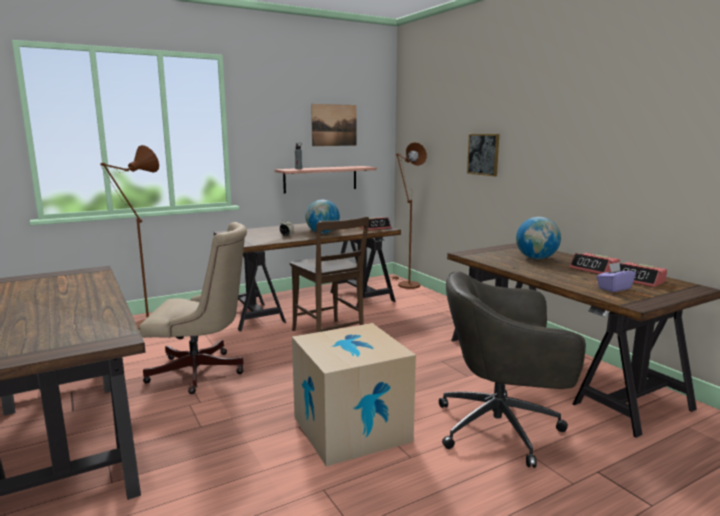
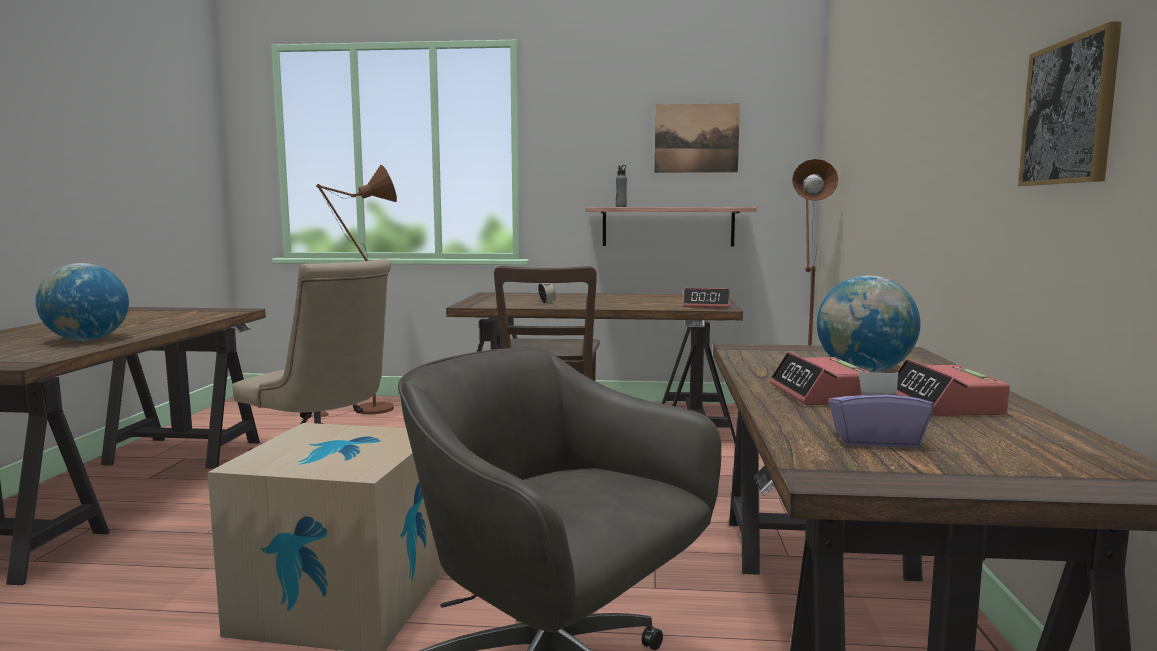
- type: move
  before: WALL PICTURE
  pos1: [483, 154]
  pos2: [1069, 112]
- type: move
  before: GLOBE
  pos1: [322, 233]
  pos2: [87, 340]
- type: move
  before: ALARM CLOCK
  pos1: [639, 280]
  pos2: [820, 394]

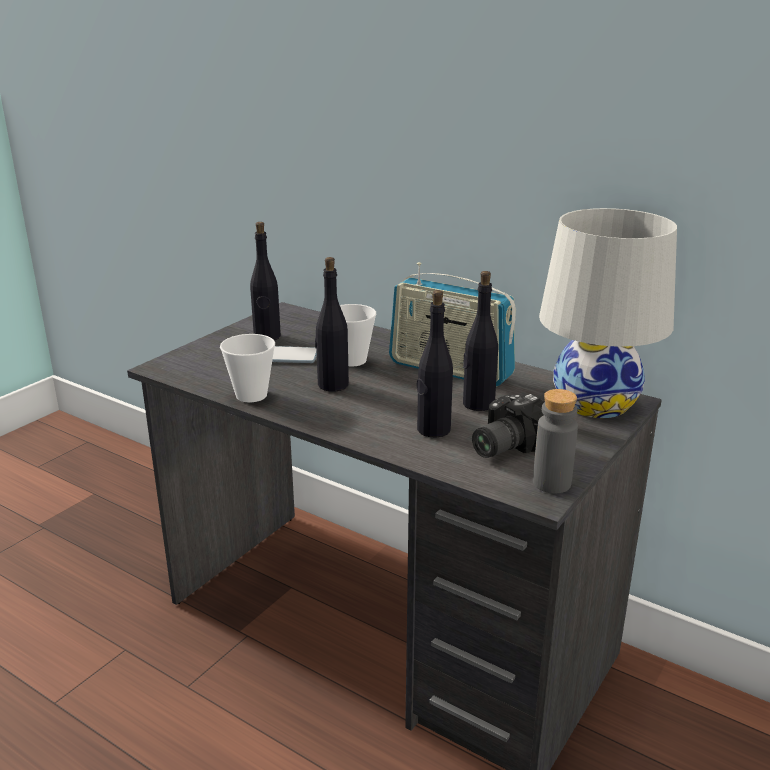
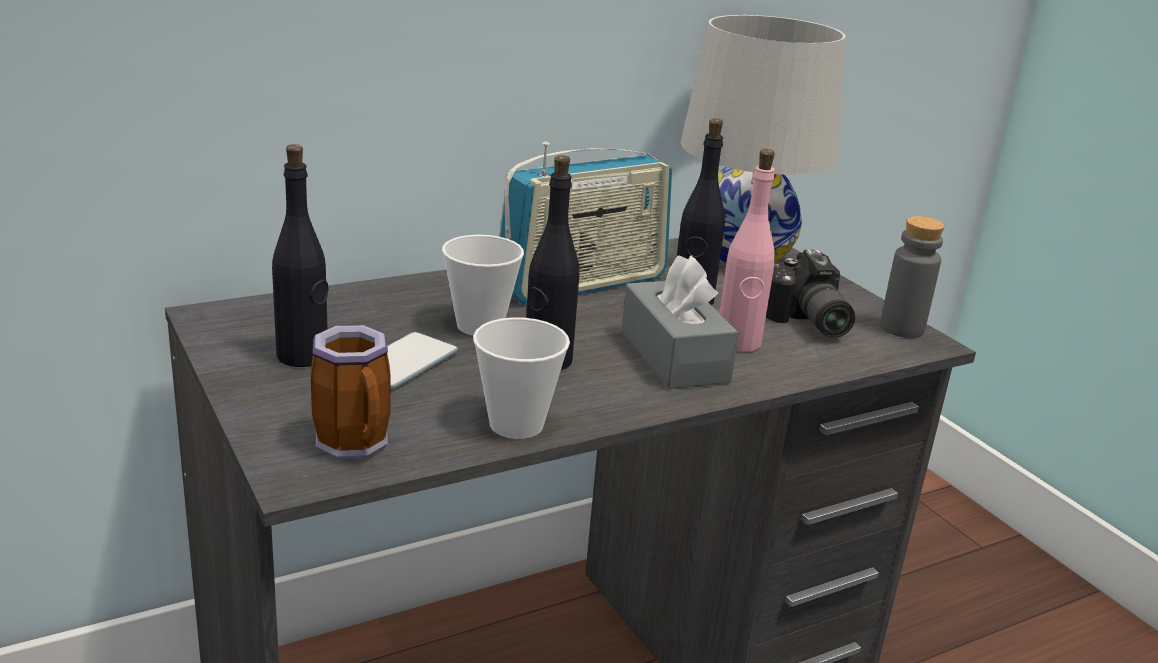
- type: recolor
  before: BLACK-COLOURED DRINK BOTTLE
  after: PINK-COLOURED DRINK BOTTLE
  pos1: [433, 430]
  pos2: [738, 343]
- type: insert
  after: GRAY TISSUE BOX
  pos2: [674, 356]
- type: insert
  after: MUG
  pos2: [358, 445]

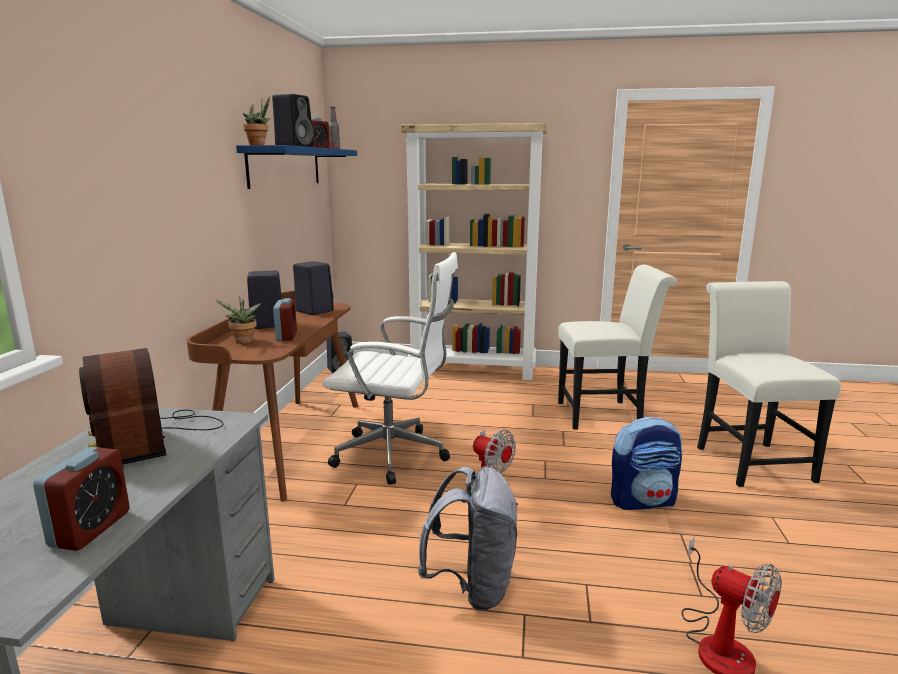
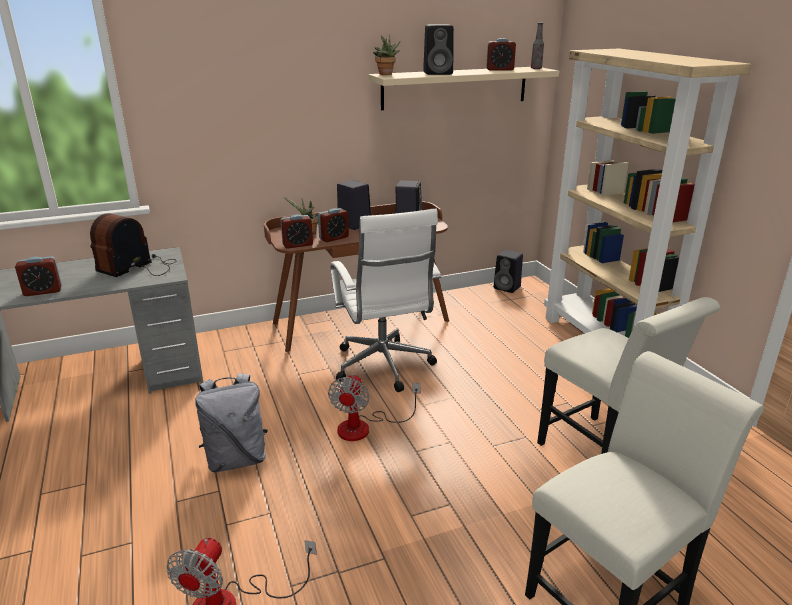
- type: recolor
  before: BLUE BRACKET SHELF
  after: SAND-COLOURED BRACKET SHELF
  pos1: [285, 167]
  pos2: [455, 87]
- type: delete
  before: KNAPSACK
  pos1: [643, 501]
- type: insert
  after: ALARM CLOCK
  pos2: [297, 245]

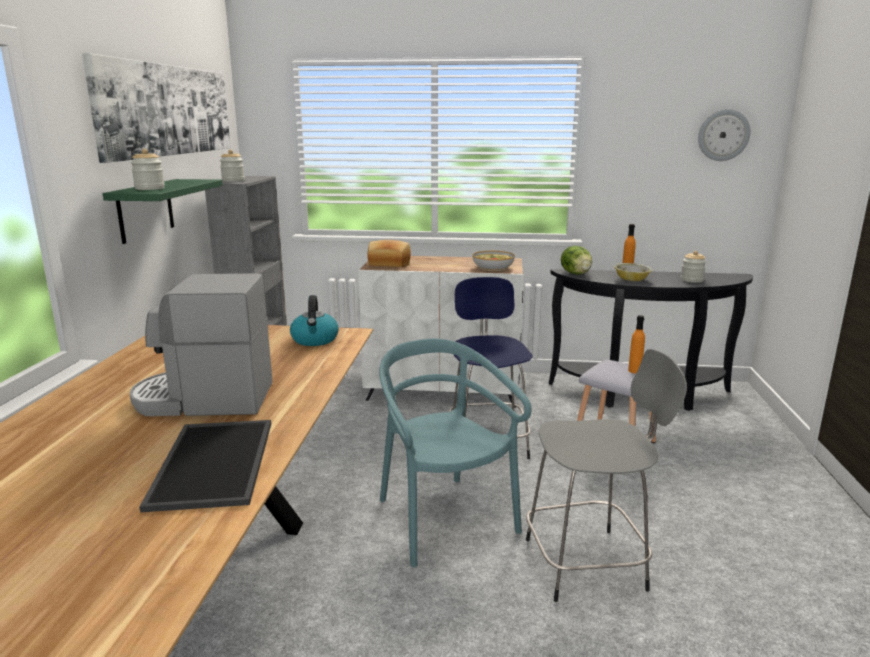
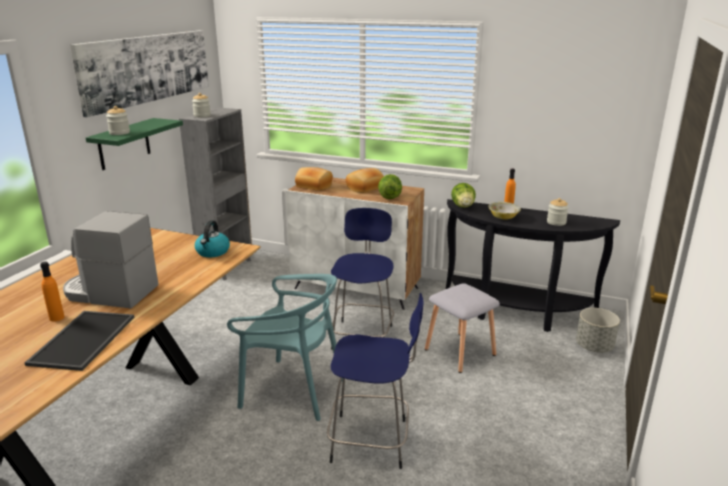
- type: delete
  before: WALL CLOCK
  pos1: [723, 135]
- type: replace
  before: SERVING BOWL
  after: LETTUCE HEAD
  pos1: [493, 268]
  pos2: [389, 197]
- type: move
  before: ORANGE DRINK BOTTLE
  pos1: [634, 371]
  pos2: [56, 318]
- type: rotate
  before: TURQUOISE-COLOURED UPRIGHT CHAIR
  pos1: [444, 519]
  pos2: [293, 391]
  turn: 120
- type: recolor
  before: GRAY STOOL
  after: BLUE STOOL
  pos1: [589, 563]
  pos2: [373, 441]
- type: insert
  after: BREAD
  pos2: [365, 188]
- type: insert
  after: GRAY PLANT POT
  pos2: [594, 347]

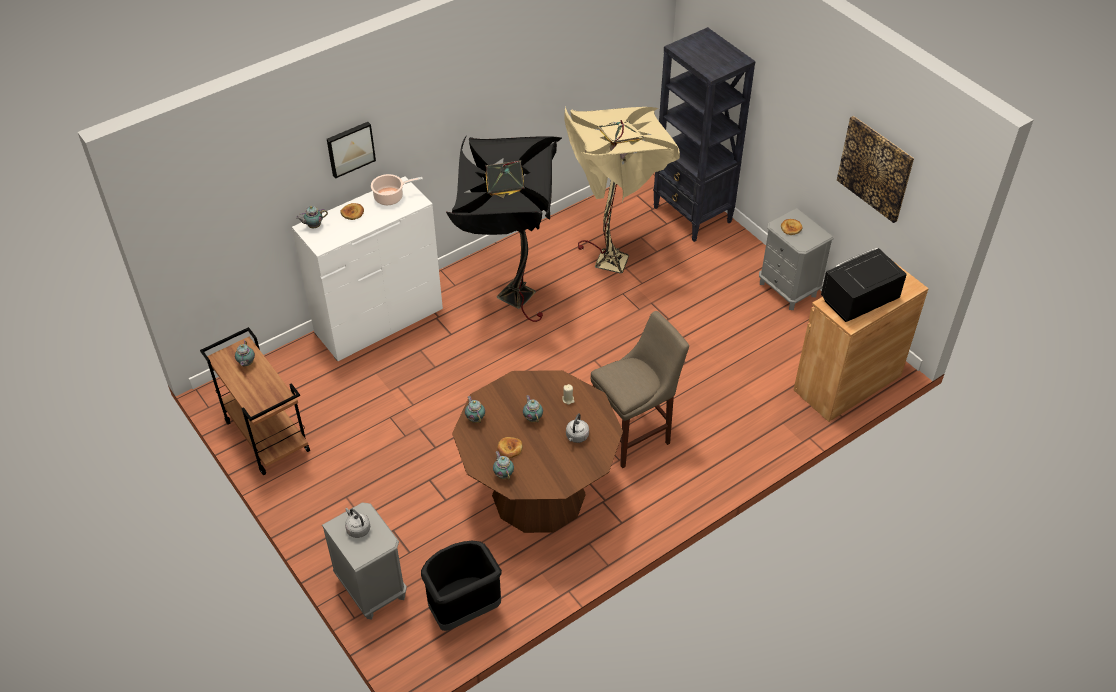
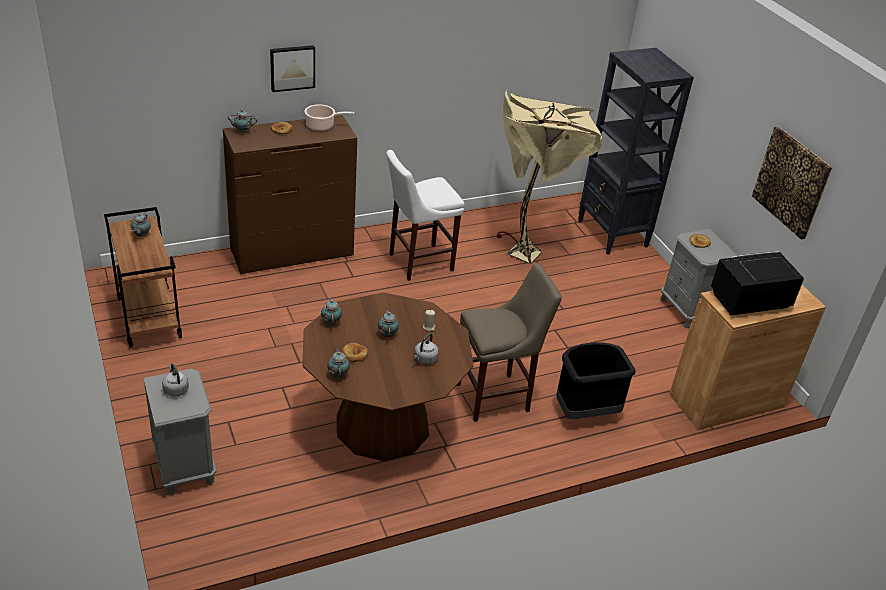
- type: replace
  before: BLACK-COLOURED FLOOR LAMP
  after: WHITISH STOOL
  pos1: [509, 300]
  pos2: [417, 262]
- type: recolor
  before: WHITISH DRESSER
  after: BROWN DRESSER
  pos1: [379, 321]
  pos2: [292, 253]
- type: move
  before: BLACK-COLOURED RUBBISH BIN
  pos1: [463, 609]
  pos2: [584, 412]

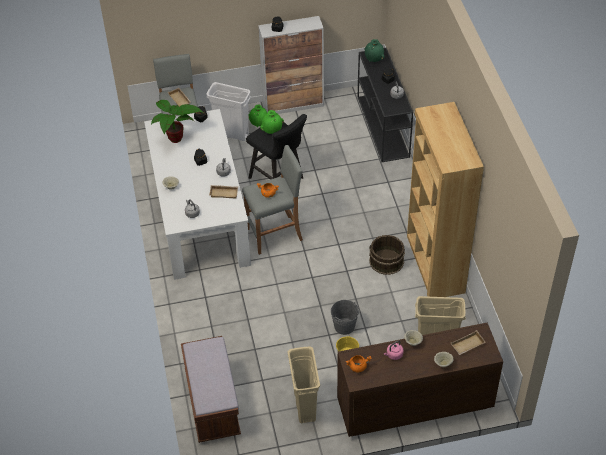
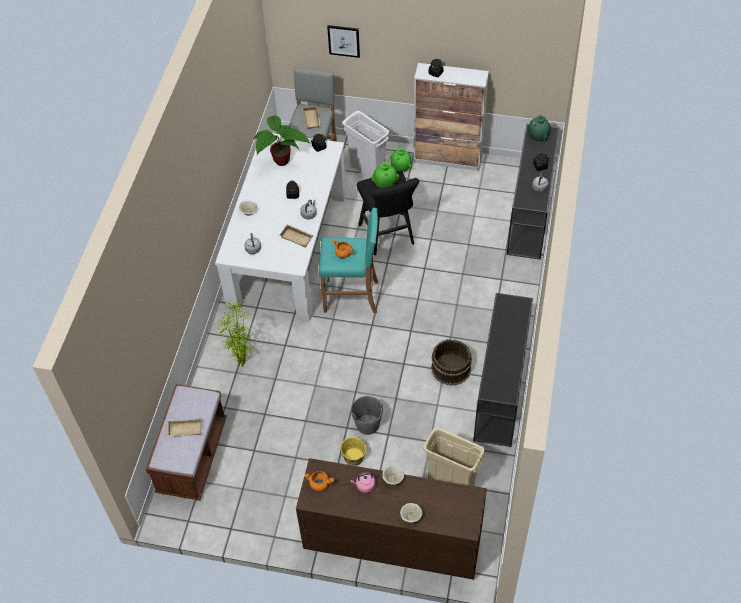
- type: replace
  before: BROWN BOOKCASE
  after: BLACK-COLOURED CONSOLE TABLE
  pos1: [434, 264]
  pos2: [500, 391]
- type: recolor
  before: GRAY STOOL
  after: TURQUOISE-COLOURED STOOL
  pos1: [275, 234]
  pos2: [352, 296]
- type: move
  before: SAND-COLOURED TRAY
  pos1: [467, 345]
  pos2: [184, 430]
- type: delete
  before: SAND-COLOURED RUBBISH BIN
  pos1: [304, 406]
- type: insert
  after: WALL PICTURE
  pos2: [344, 41]
- type: insert
  after: HOUSEPLANT
  pos2: [243, 363]

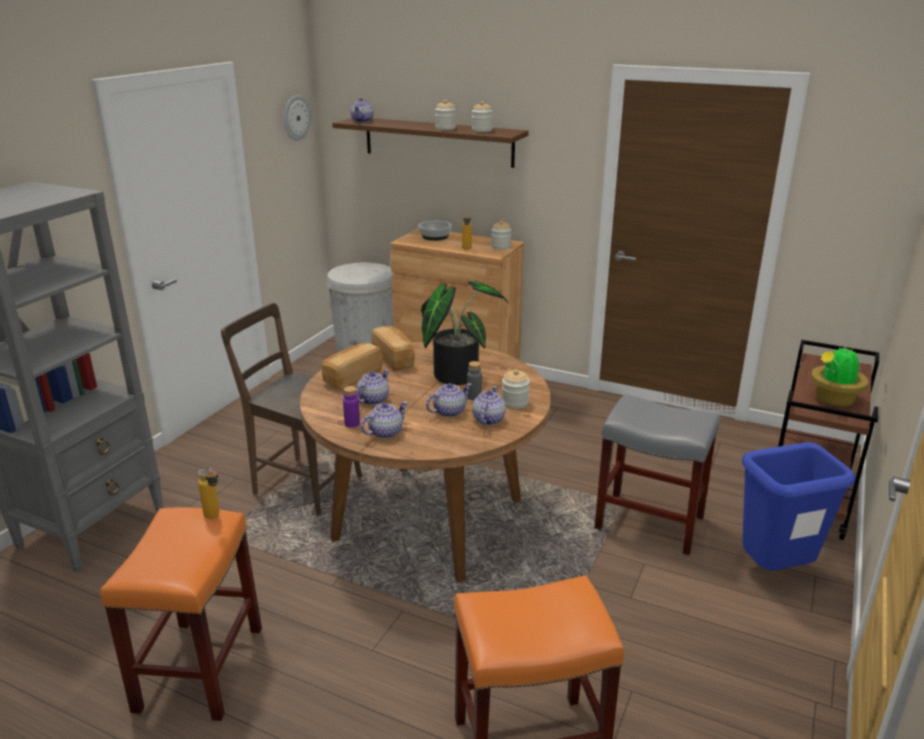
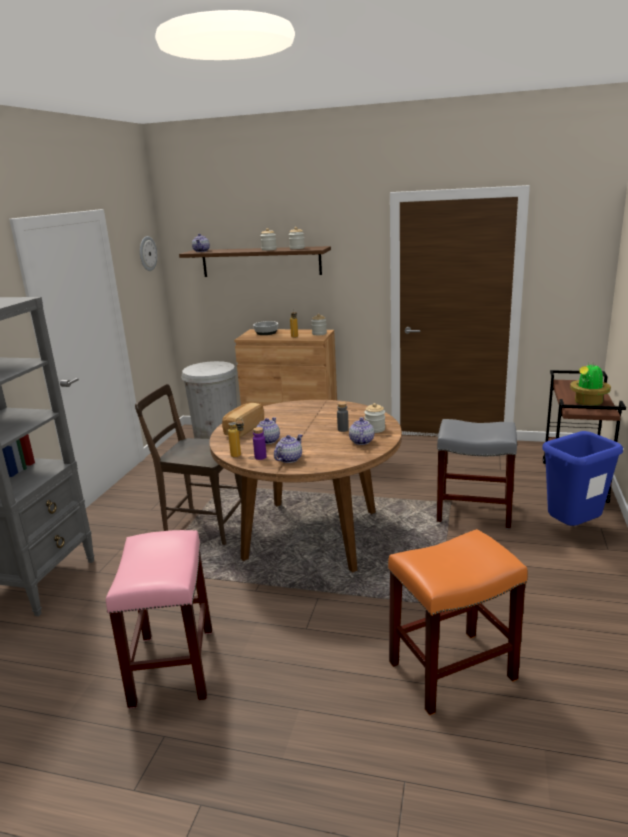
- type: delete
  before: HOUSEPLANT
  pos1: [456, 373]
- type: delete
  before: BREAD
  pos1: [394, 359]
- type: delete
  before: POT FOR TEA
  pos1: [449, 411]
- type: move
  before: DRINK BOTTLE
  pos1: [215, 517]
  pos2: [239, 456]
- type: recolor
  before: ORANGE STOOL
  after: PINK-COLOURED STOOL
  pos1: [200, 668]
  pos2: [172, 665]

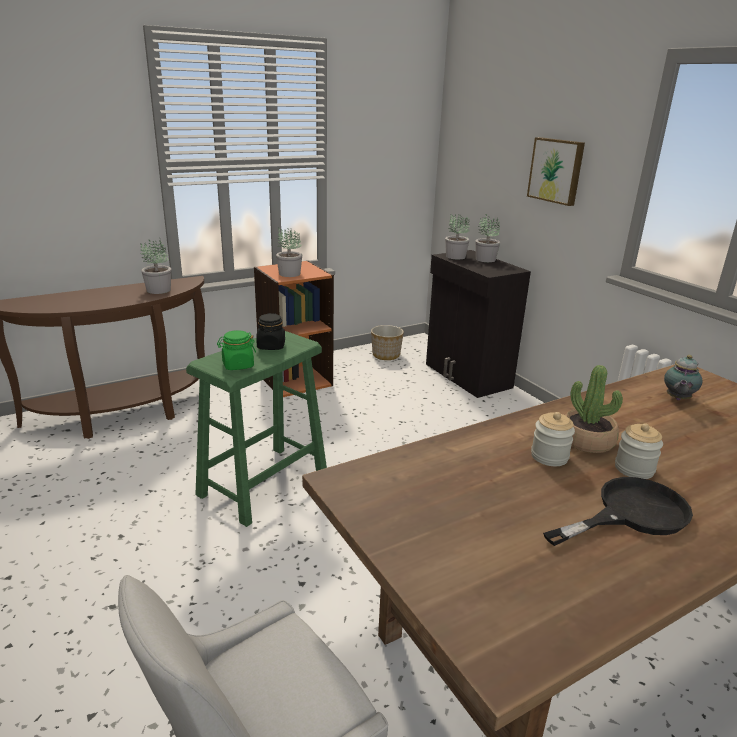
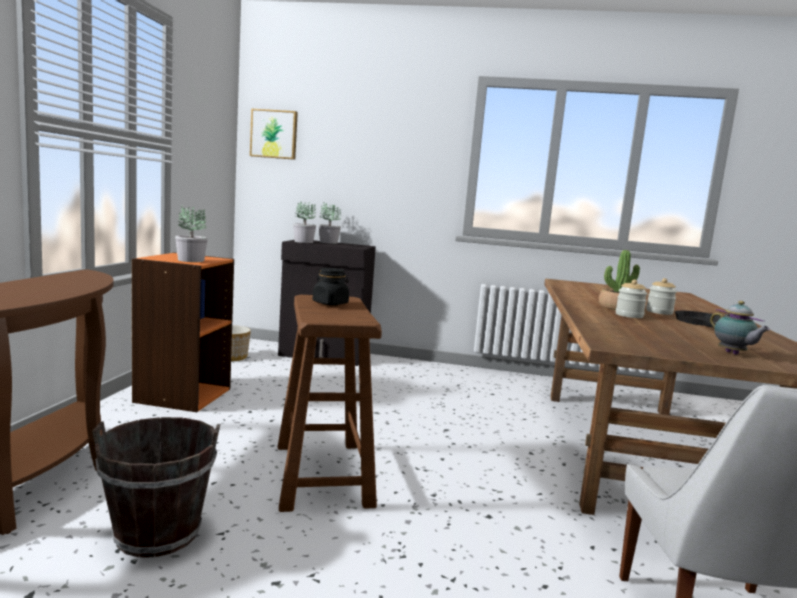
- type: move
  before: WALL PICTURE
  pos1: [556, 170]
  pos2: [274, 134]
- type: delete
  before: HOUSEPLANT
  pos1: [158, 290]
- type: delete
  before: GREEN-COLOURED STORAGE JAR
  pos1: [238, 365]
- type: recolor
  before: GREEN-COLOURED STOOL
  after: BROWN STOOL
  pos1: [264, 483]
  pos2: [322, 474]
- type: move
  before: POT FOR TEA
  pos1: [677, 399]
  pos2: [733, 353]
- type: insert
  after: BROWN WATER BUCKET
  pos2: [158, 533]

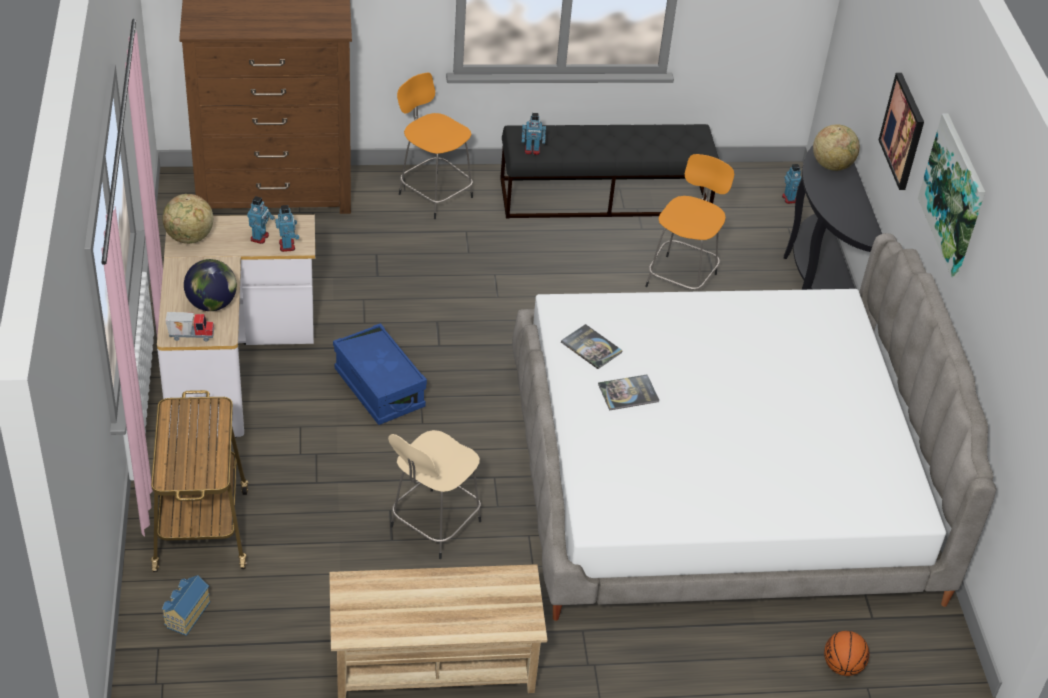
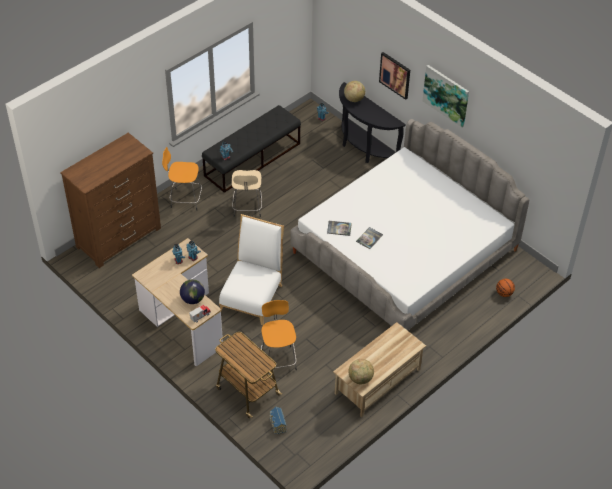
- type: move
  before: ORANGE STOOL
  pos1: [682, 278]
  pos2: [278, 359]
- type: move
  before: GLOBE
  pos1: [189, 238]
  pos2: [360, 379]
- type: replace
  before: BLUE STORAGE BIN
  after: WHITISH UPRIGHT CHAIR
  pos1: [379, 389]
  pos2: [252, 295]
- type: move
  before: SAND-COLOURED STOOL
  pos1: [433, 526]
  pos2: [247, 208]

